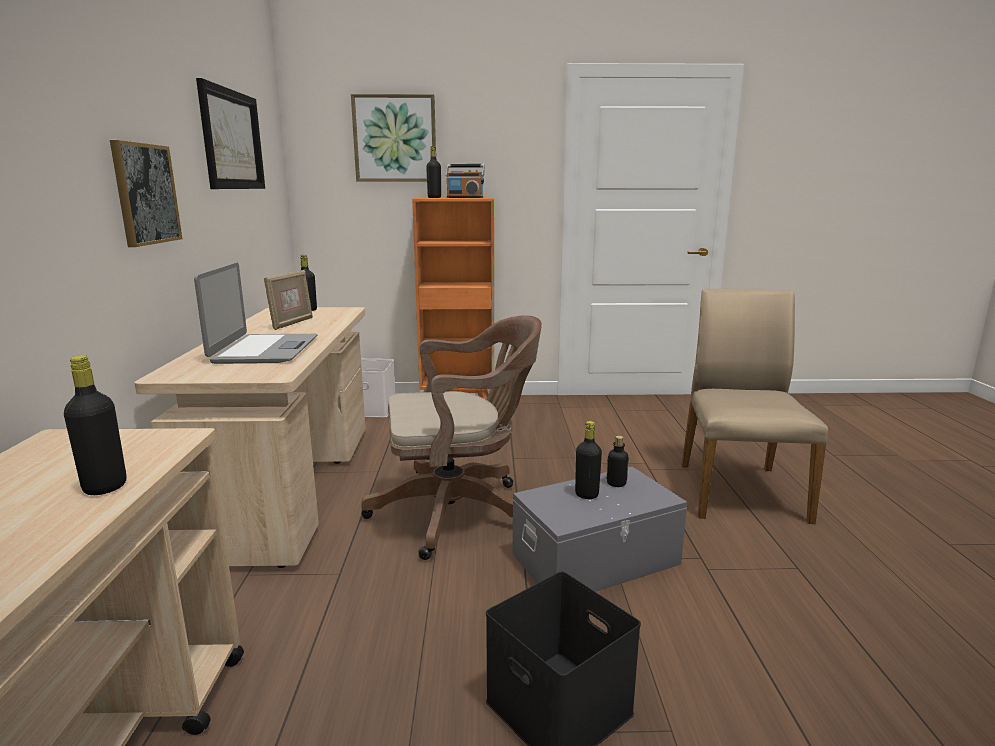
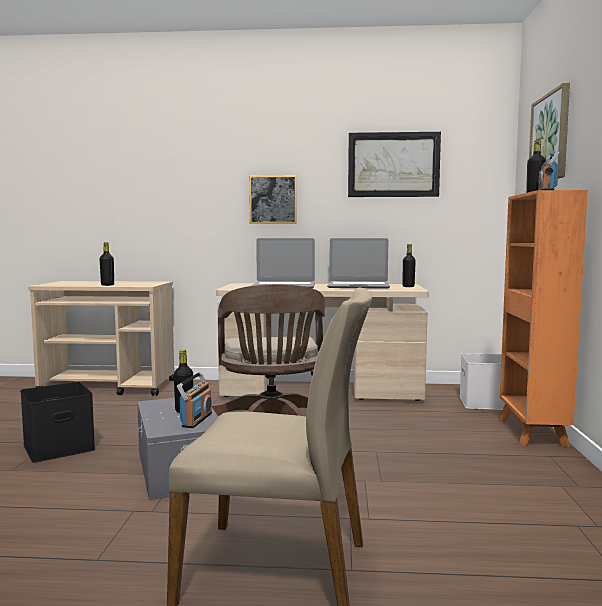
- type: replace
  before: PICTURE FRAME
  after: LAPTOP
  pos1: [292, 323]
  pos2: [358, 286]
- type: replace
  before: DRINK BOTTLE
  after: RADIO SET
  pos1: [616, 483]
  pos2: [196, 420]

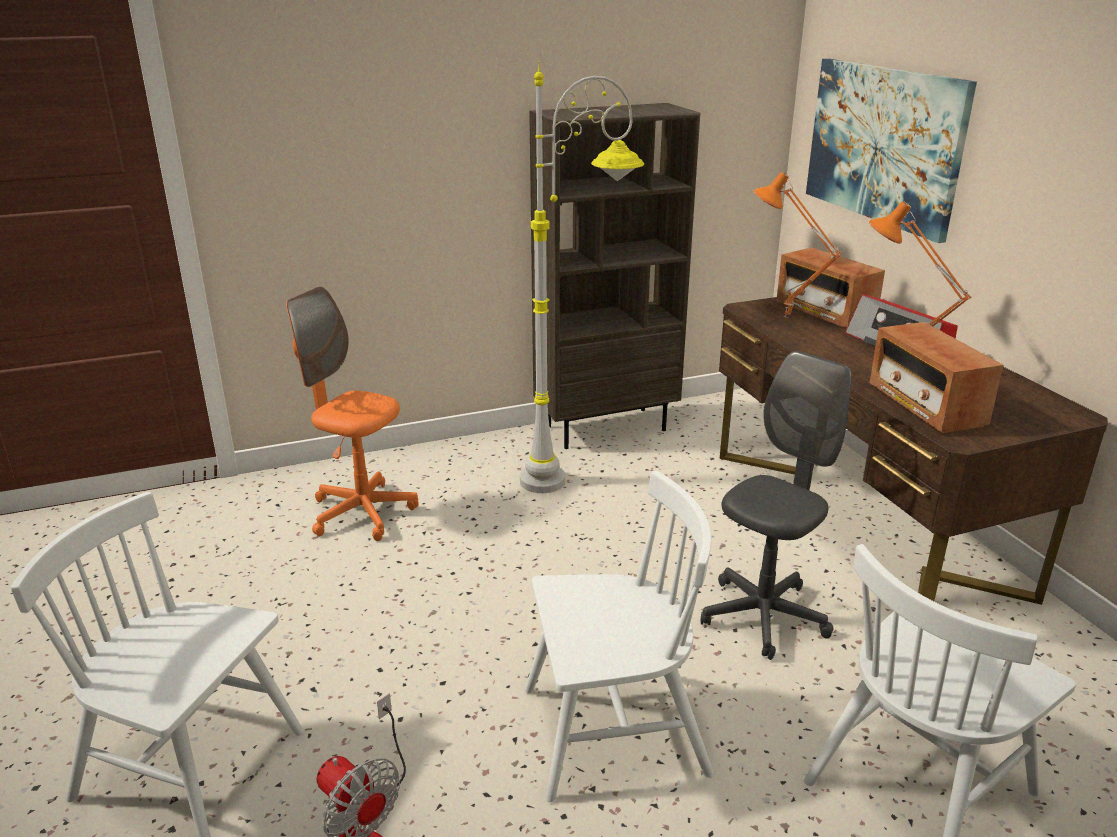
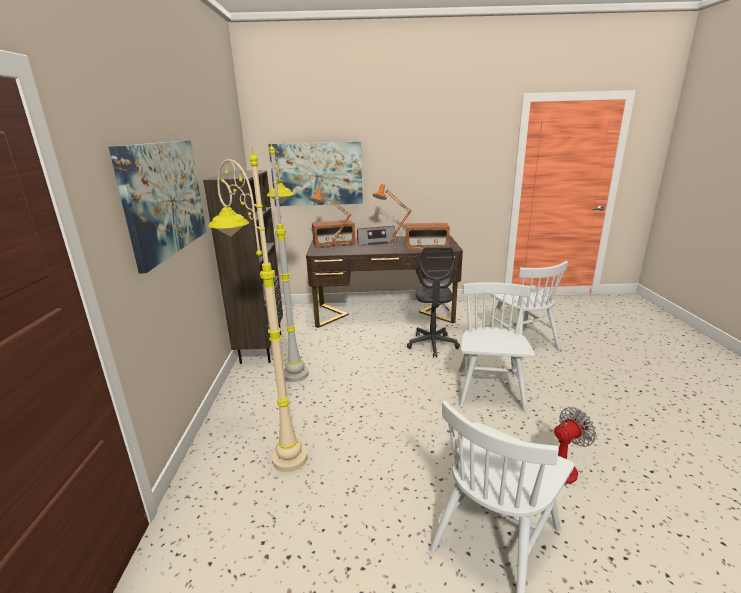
- type: replace
  before: ORANGE COMPUTER CHAIR
  after: SAND-COLOURED FLOOR LAMP
  pos1: [362, 513]
  pos2: [274, 444]
- type: rotate
  before: GRAY COMPUTER CHAIR
  pos1: [763, 616]
  pos2: [432, 345]
  turn: -150
- type: insert
  after: WALL PICTURE
  pos2: [164, 198]

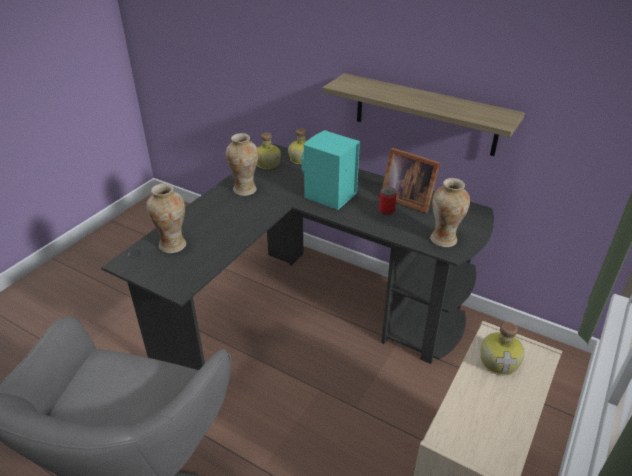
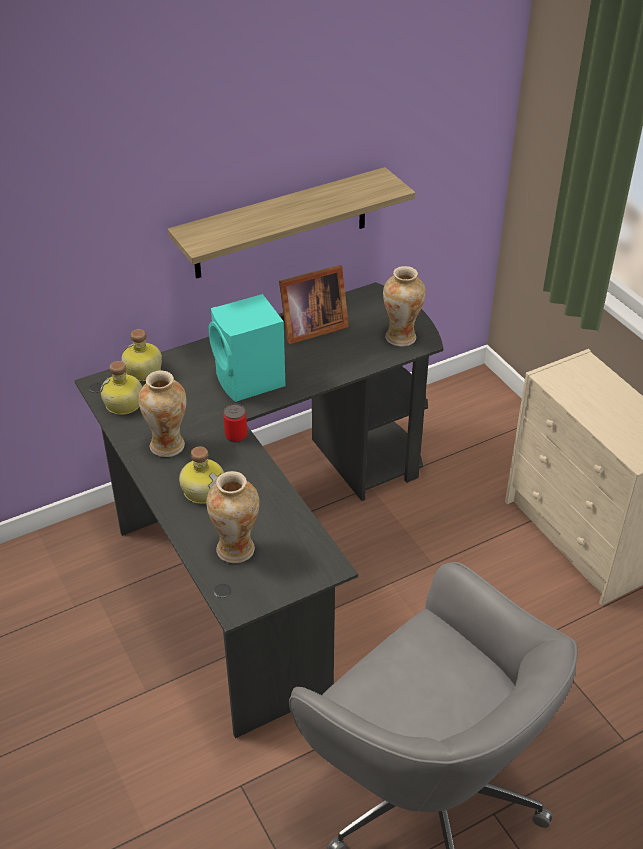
- type: move
  before: CAN
  pos1: [386, 211]
  pos2: [236, 435]
- type: move
  before: DRINK BOTTLE
  pos1: [499, 361]
  pos2: [203, 489]

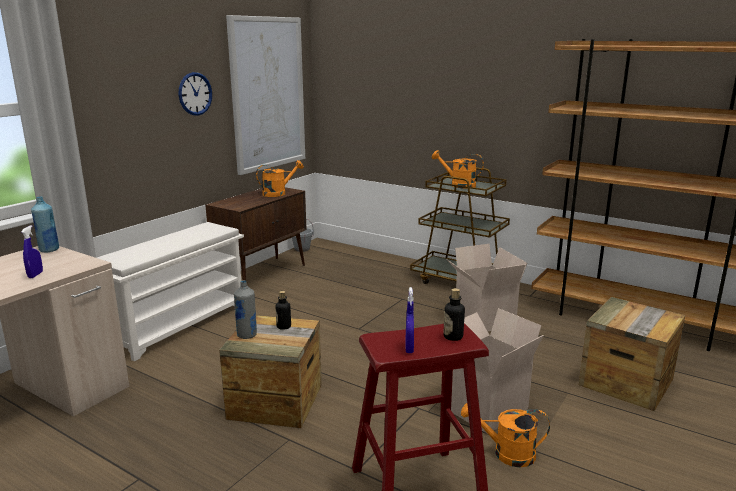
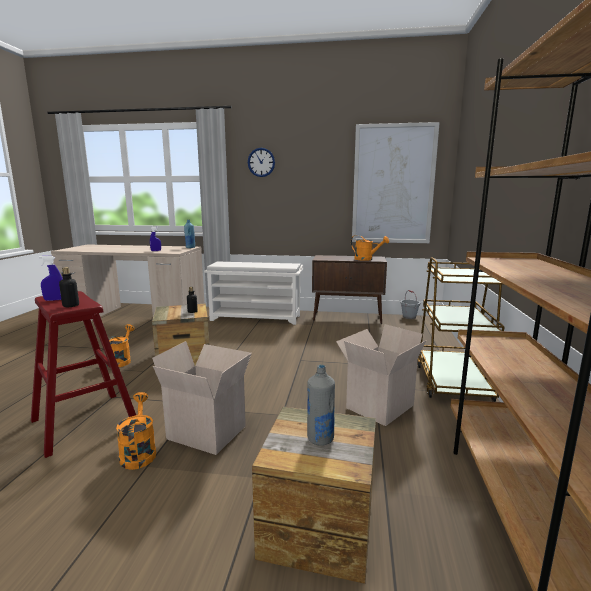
- type: move
  before: WALL CLOCK
  pos1: [195, 94]
  pos2: [261, 162]
- type: move
  before: ORANGE SPRINKLING CAN
  pos1: [458, 185]
  pos2: [121, 360]
- type: move
  before: GRAY DRINK BOTTLE
  pos1: [247, 335]
  pos2: [320, 439]

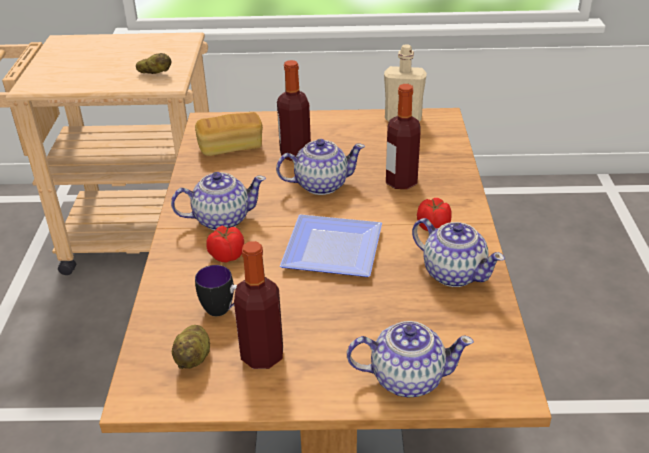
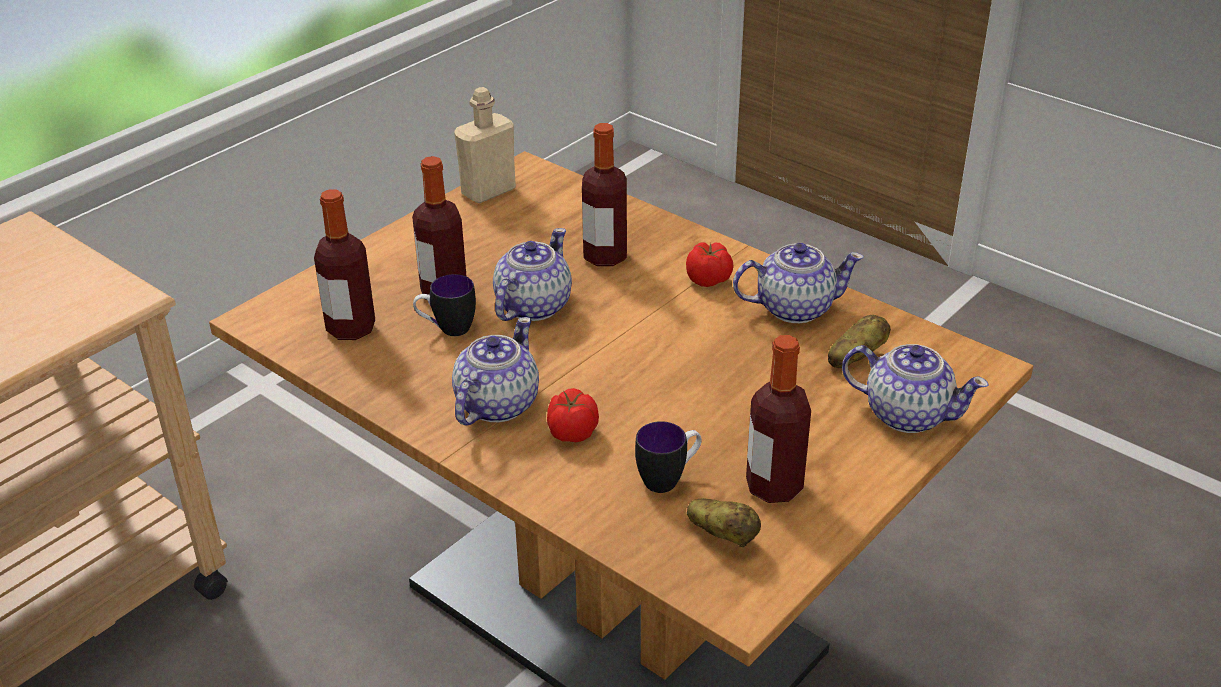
- type: move
  before: WHOLE POTATO
  pos1: [155, 74]
  pos2: [855, 357]
- type: replace
  before: BREAD
  after: DRINK BOTTLE
  pos1: [231, 147]
  pos2: [351, 328]
- type: delete
  before: FLAT DISH
  pos1: [329, 251]
- type: rotate
  before: POT FOR TEA
  pos1: [406, 378]
  pos2: [906, 414]
  turn: 75
- type: insert
  after: MUG
  pos2: [447, 329]

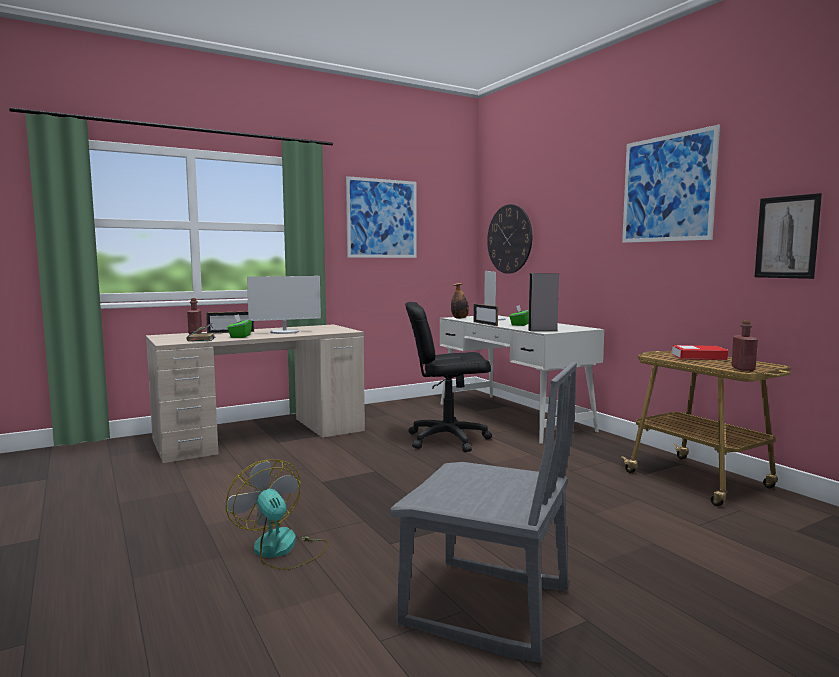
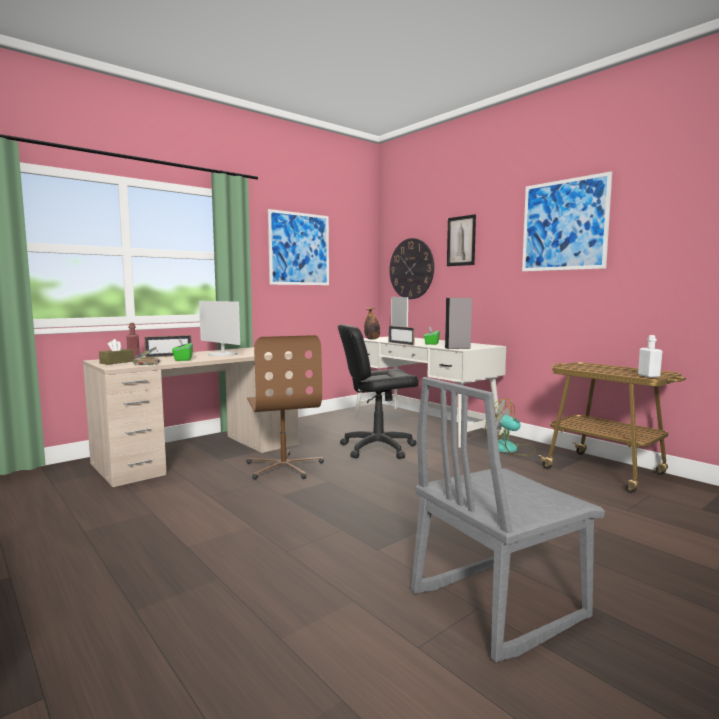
- type: move
  before: WALL PICTURE
  pos1: [787, 237]
  pos2: [461, 241]
- type: rotate
  before: COMPUTER SCREEN
  pos1: [285, 332]
  pos2: [222, 354]
  turn: 75
- type: recolor
  before: RED-COLOURED DRINK BOTTLE
  after: WHITISH DRINK BOTTLE
  pos1: [743, 369]
  pos2: [648, 376]
- type: delete
  before: BOUND BOOK
  pos1: [698, 357]
- type: rotate
  before: GRAY UPRIGHT CHAIR
  pos1: [486, 609]
  pos2: [497, 604]
  turn: 135
- type: move
  before: FAN
  pos1: [281, 550]
  pos2: [511, 449]
- type: insert
  after: BROWN COMPUTER CHAIR
  pos2: [284, 467]
- type: insert
  after: BROWN TISSUE BOX
  pos2: [116, 362]

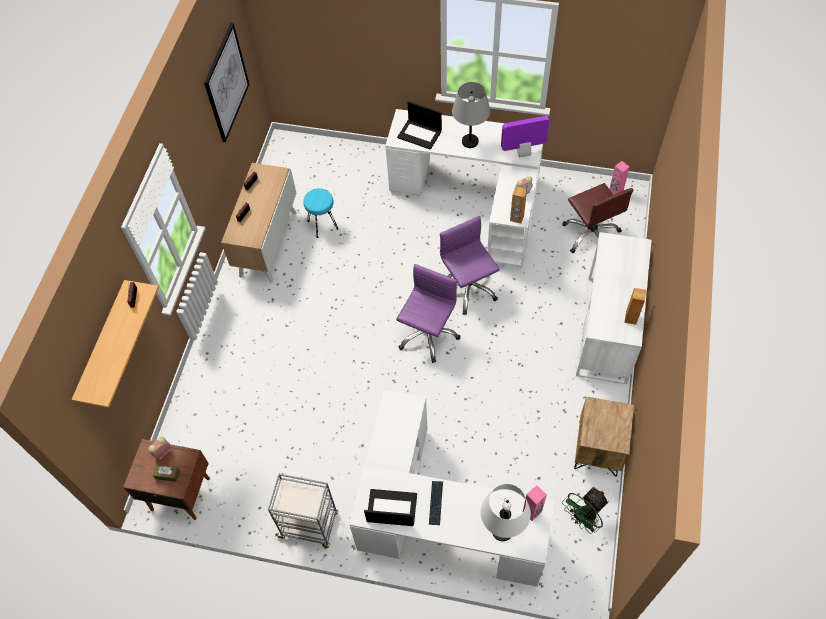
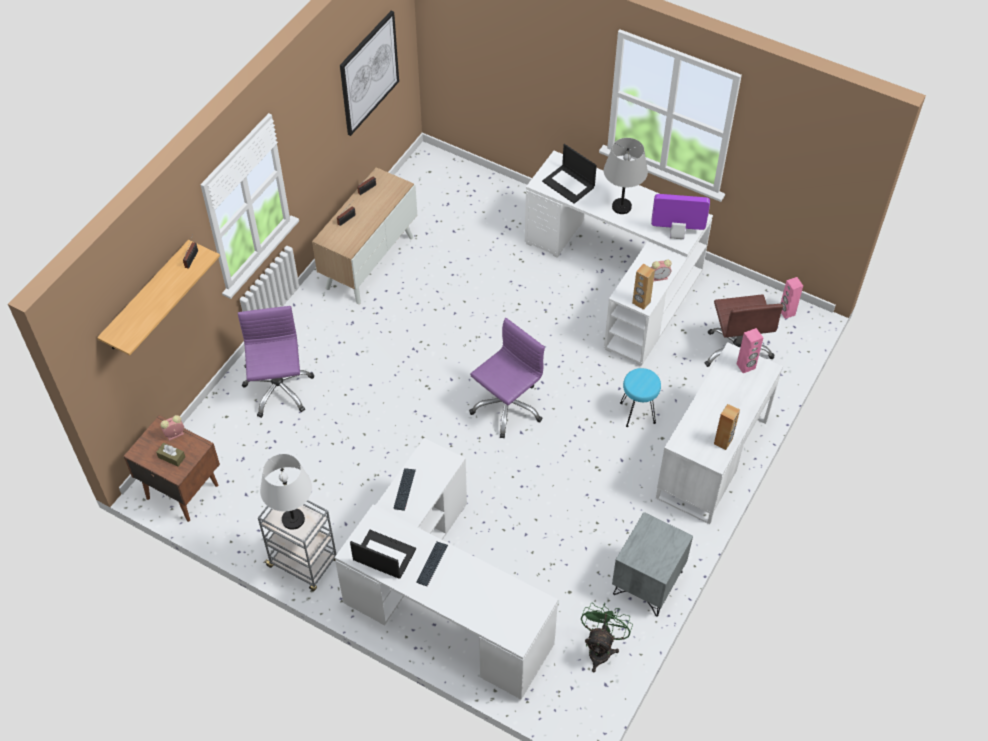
- type: move
  before: TURQUOISE-COLOURED STOOL
  pos1: [323, 224]
  pos2: [638, 412]
- type: move
  before: PURPLE-COLOURED COMPUTER CHAIR
  pos1: [467, 288]
  pos2: [278, 389]
- type: recolor
  before: BROWN NIGHT TABLE
  after: GRAY NIGHT TABLE
  pos1: [598, 450]
  pos2: [648, 583]
- type: move
  before: WHITISH LAMP FOR A TABLE
  pos1: [502, 530]
  pos2: [293, 519]
- type: move
  before: PINK-COLOURED SPEAKER
  pos1: [532, 512]
  pos2: [746, 366]
- type: rotate
  before: GREEN-COLOURED FAN
  pos1: [583, 519]
  pos2: [601, 648]
  turn: 135
- type: insert
  after: KEYBOARD
  pos2: [404, 489]

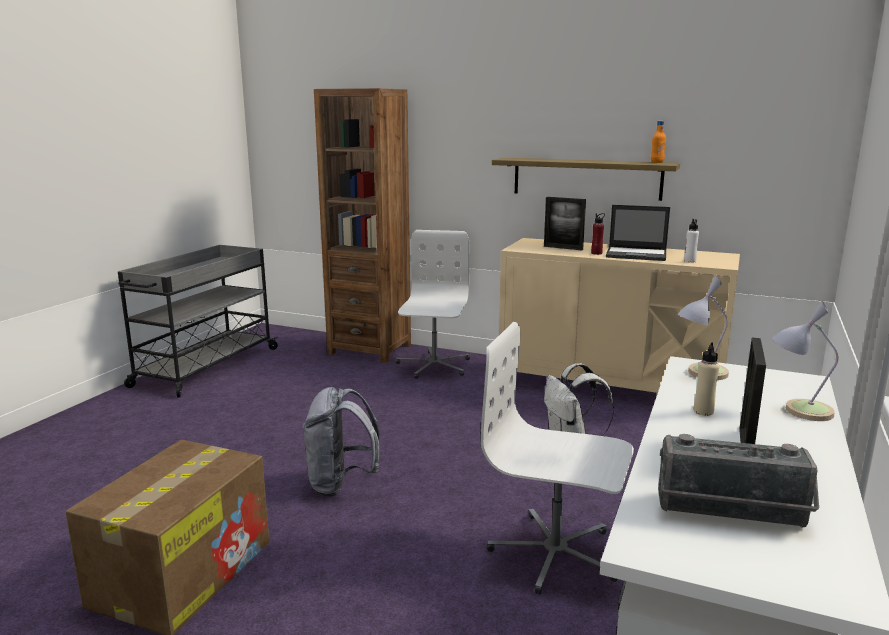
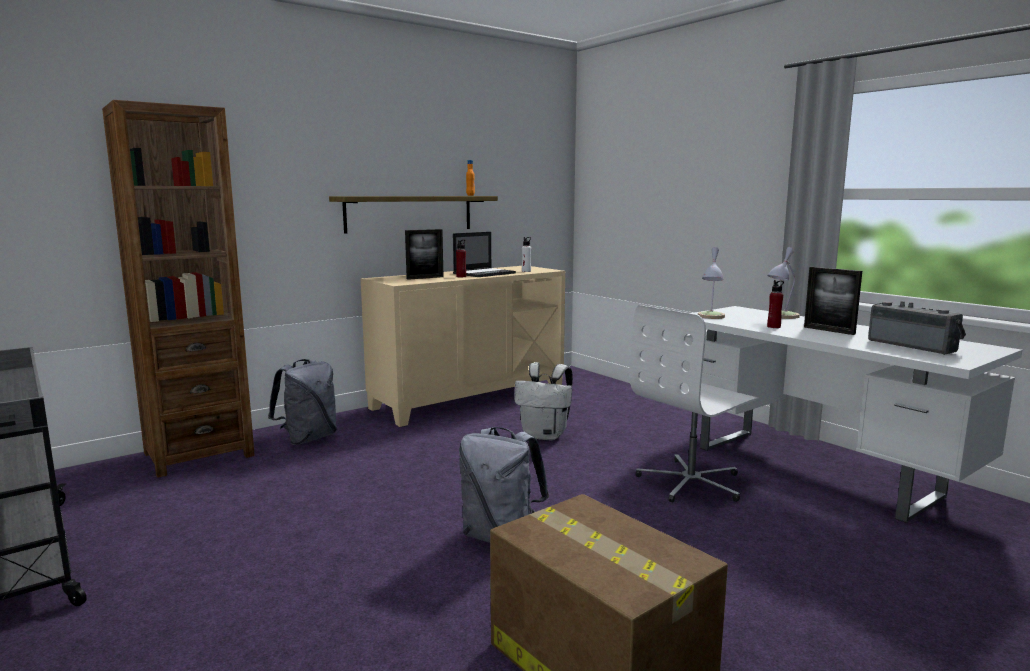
- type: replace
  before: WHITISH COMPUTER CHAIR
  after: GRAY KNAPSACK
  pos1: [433, 366]
  pos2: [308, 438]
- type: recolor
  before: SAND-COLOURED DRINK BOTTLE
  after: RED-COLOURED DRINK BOTTLE
  pos1: [703, 411]
  pos2: [773, 327]
- type: rotate
  before: RADIO SET
  pos1: [730, 514]
  pos2: [913, 346]
  turn: -75

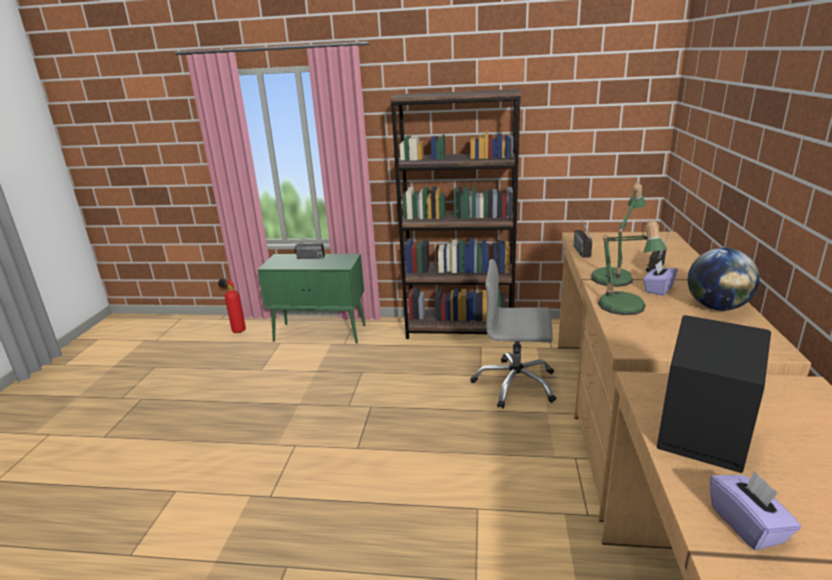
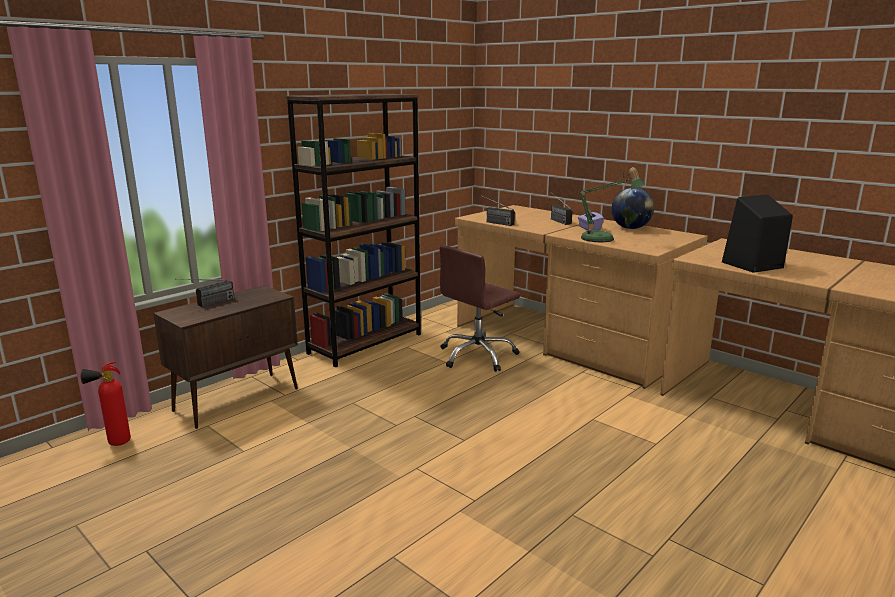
- type: delete
  before: LAMP FOR A TABLE
  pos1: [615, 276]
- type: recolor
  before: GREEN-COLOURED STORAGE CABINET
  after: BROWN STORAGE CABINET
  pos1: [321, 333]
  pos2: [238, 399]
- type: recolor
  before: GRAY COMPUTER CHAIR
  after: BROWN COMPUTER CHAIR
  pos1: [515, 384]
  pos2: [478, 356]
- type: delete
  before: PURPLE-COLOURED TISSUE BOX
  pos1: [747, 525]

